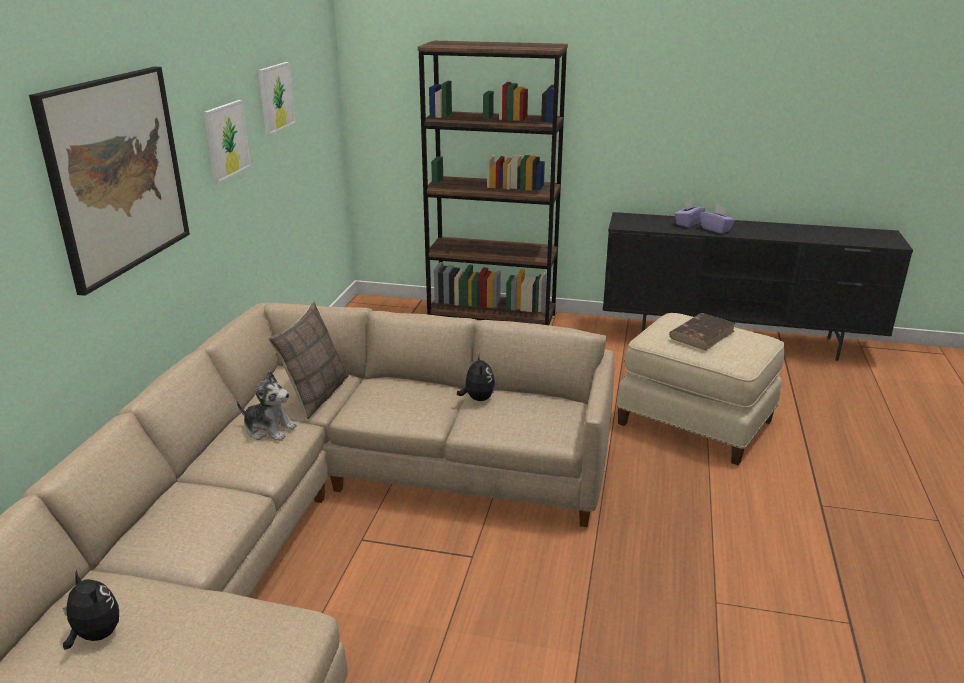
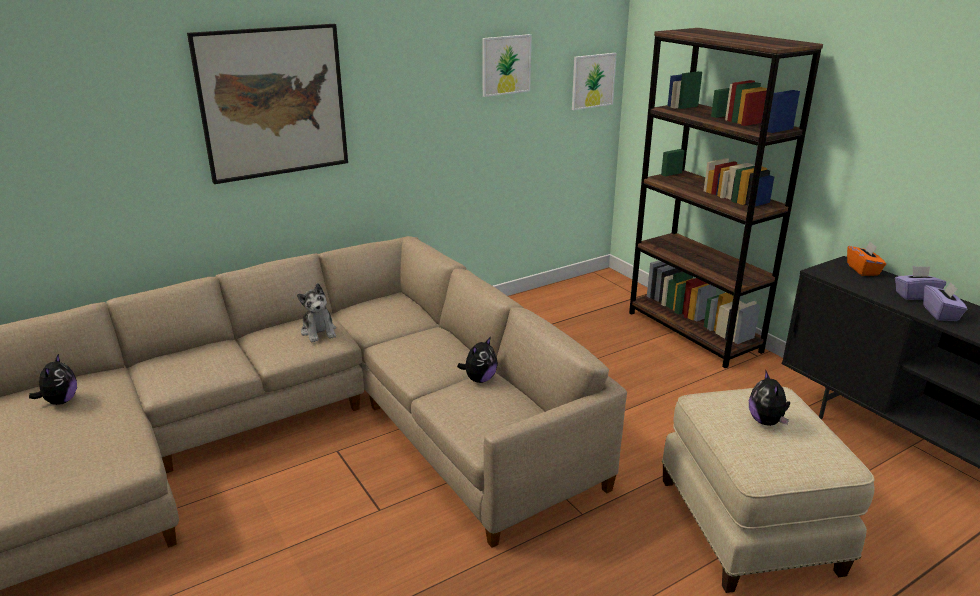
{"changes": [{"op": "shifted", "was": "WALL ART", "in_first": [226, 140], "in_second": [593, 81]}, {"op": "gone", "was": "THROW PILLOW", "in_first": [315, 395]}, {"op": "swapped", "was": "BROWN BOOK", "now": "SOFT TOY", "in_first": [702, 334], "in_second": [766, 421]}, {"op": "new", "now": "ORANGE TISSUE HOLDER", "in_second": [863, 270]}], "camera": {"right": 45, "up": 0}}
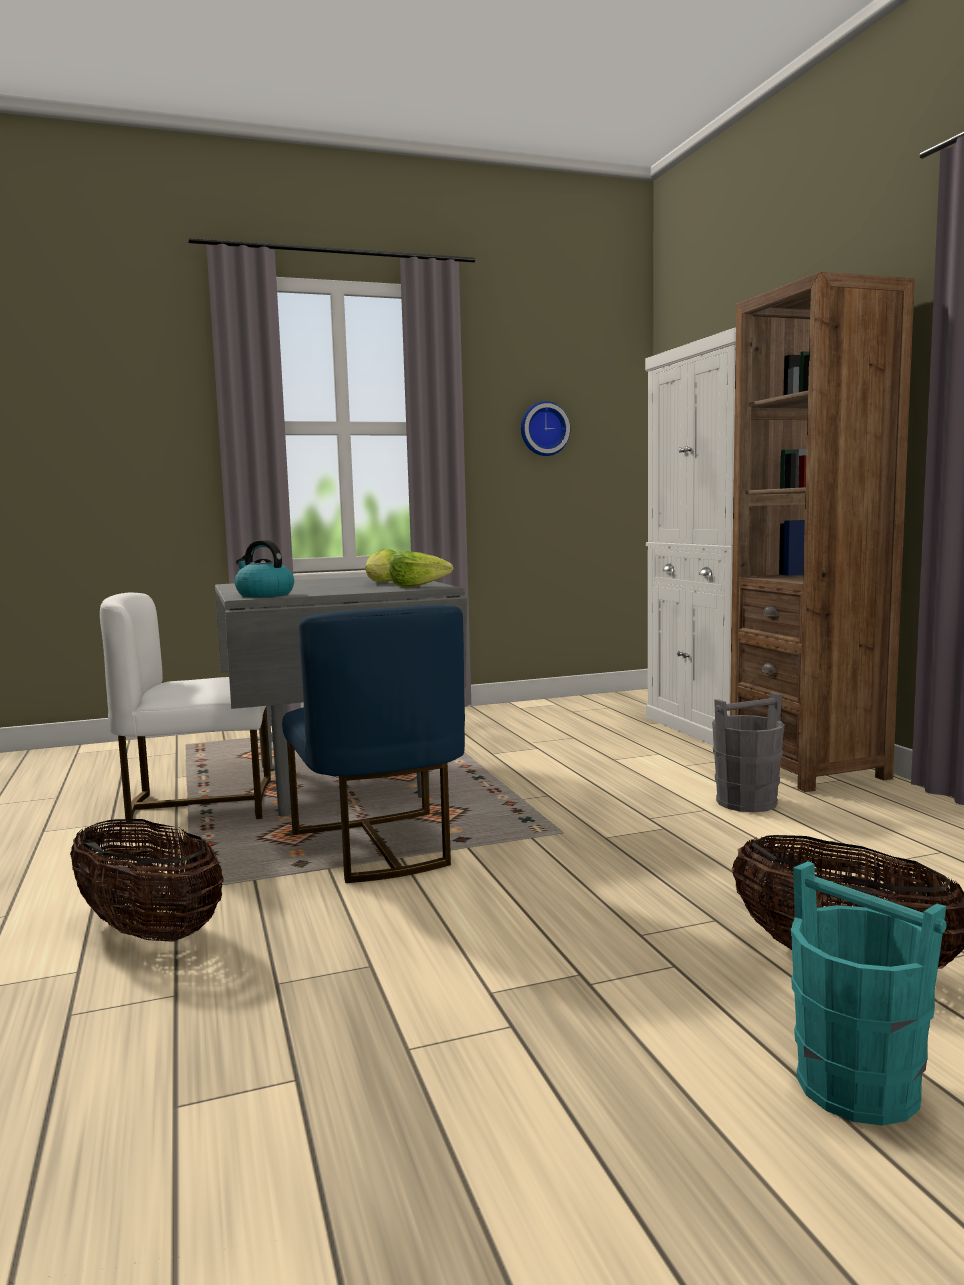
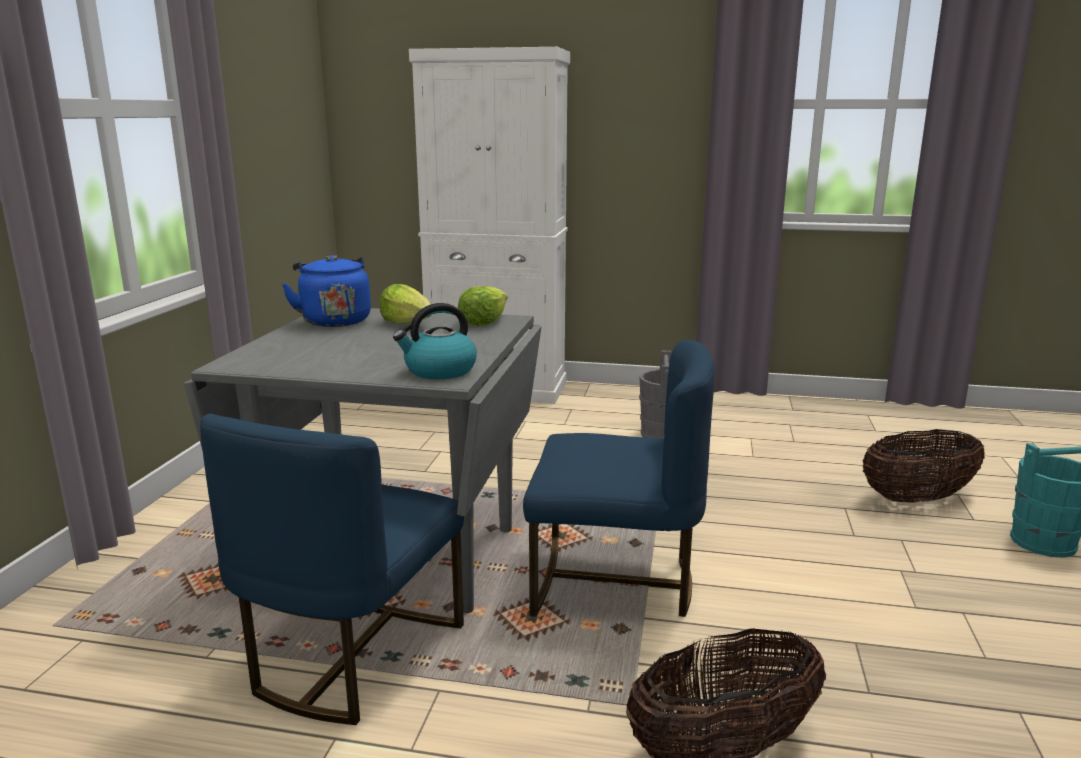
{"changes": [{"op": "gone", "was": "BROWN SHELVING UNIT", "in_first": [808, 768]}, {"op": "gone", "was": "HANGING CLOCK", "in_first": [543, 429]}, {"op": "repainted", "was": "WHITE-COLOURED CHAIR", "now": "BLUISH CHAIR", "in_first": [201, 803], "in_second": [351, 656]}, {"op": "new", "now": "BLUISH TEA KETTLE", "in_second": [334, 320]}], "camera": {"right": -60, "up": 10}}
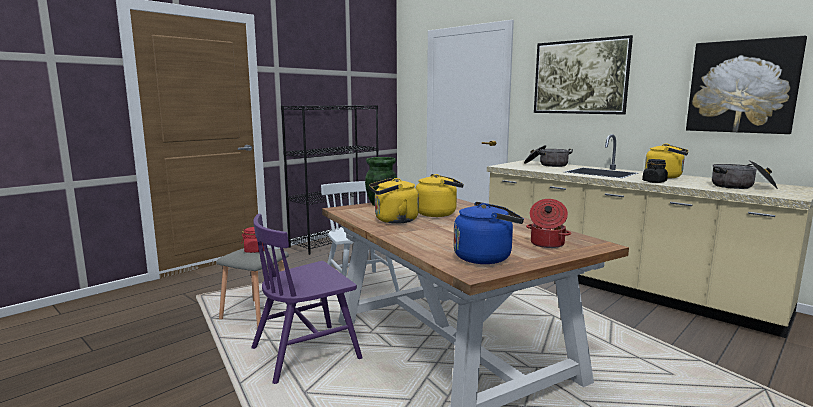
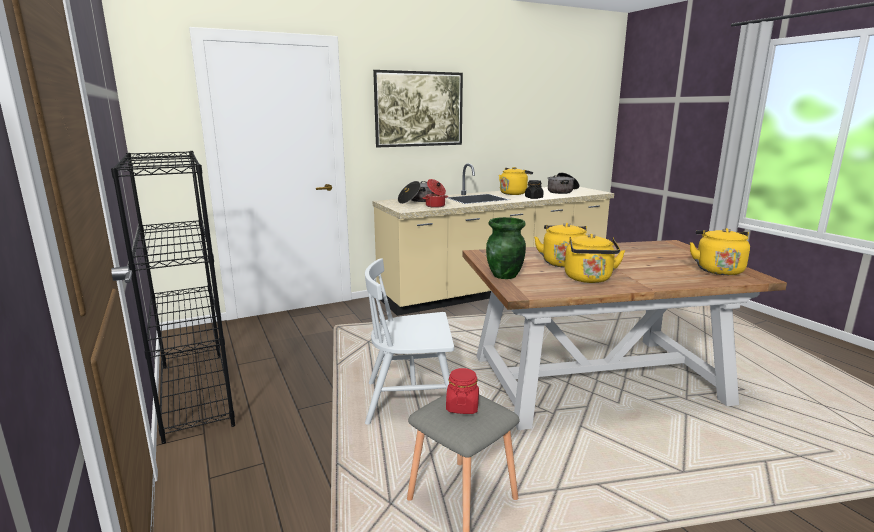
{"changes": [{"op": "gone", "was": "WALL ART", "in_first": [742, 87]}, {"op": "shifted", "was": "STOCKPOT", "in_first": [546, 244], "in_second": [435, 206]}, {"op": "repainted", "was": "BLUISH TEA KETTLE", "now": "YELLOW TEA KETTLE", "in_first": [486, 257], "in_second": [717, 270]}, {"op": "gone", "was": "PURPLE-COLOURED CHAIR", "in_first": [306, 352]}], "camera": {"right": -70, "up": 5}}
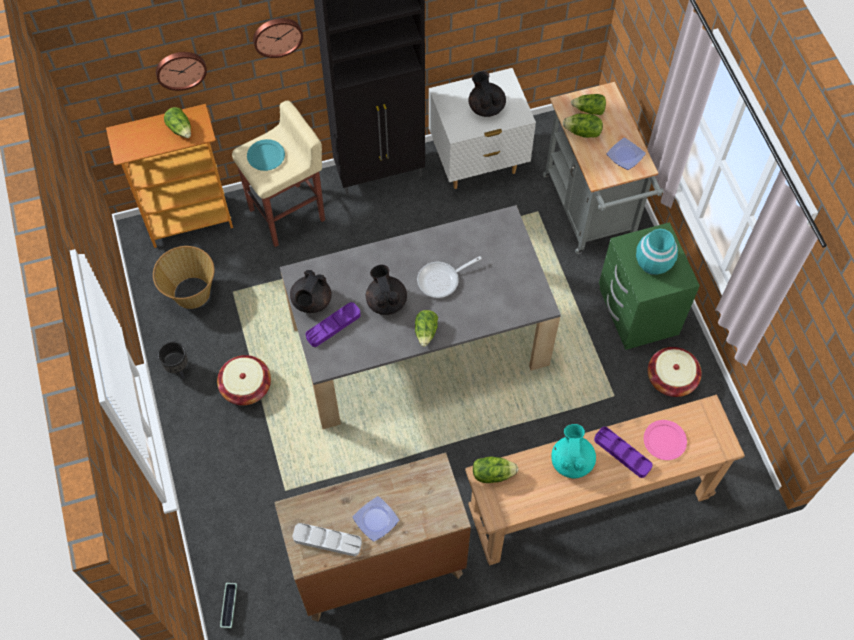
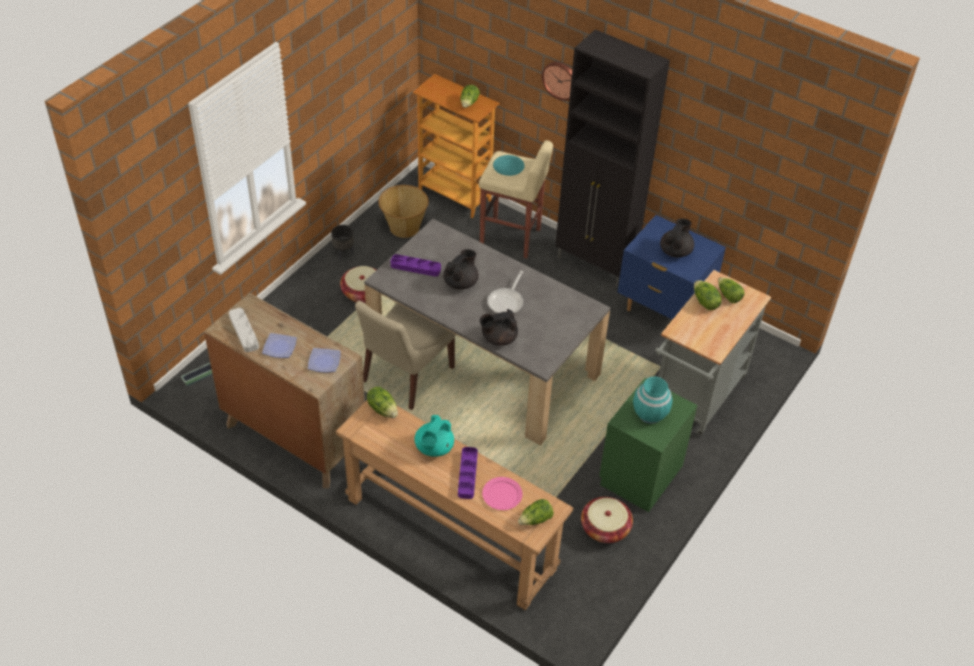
{"changes": [{"op": "gone", "was": "HANGING CLOCK", "in_first": [180, 69]}, {"op": "repainted", "was": "WHITE-COLOURED NIGHT TABLE", "now": "BLUISH NIGHT TABLE", "in_first": [478, 163], "in_second": [662, 311]}, {"op": "shifted", "was": "DINNER PLATE", "in_first": [625, 155], "in_second": [325, 361]}, {"op": "rotated", "was": "FRYING PAN", "in_first": [442, 280], "in_second": [507, 301], "clockwise": -90}, {"op": "shifted", "was": "BLACK TEA POT", "in_first": [311, 301], "in_second": [498, 338]}, {"op": "shifted", "was": "LETTUCE", "in_first": [426, 332], "in_second": [536, 519]}, {"op": "rotated", "was": "BLUE-GREEN TEA POT", "in_first": [571, 461], "in_second": [434, 448], "clockwise": 150}, {"op": "new", "now": "BEIGE-COLOURED CHAIR", "in_second": [406, 376]}], "camera": {"right": 50, "up": -15}}
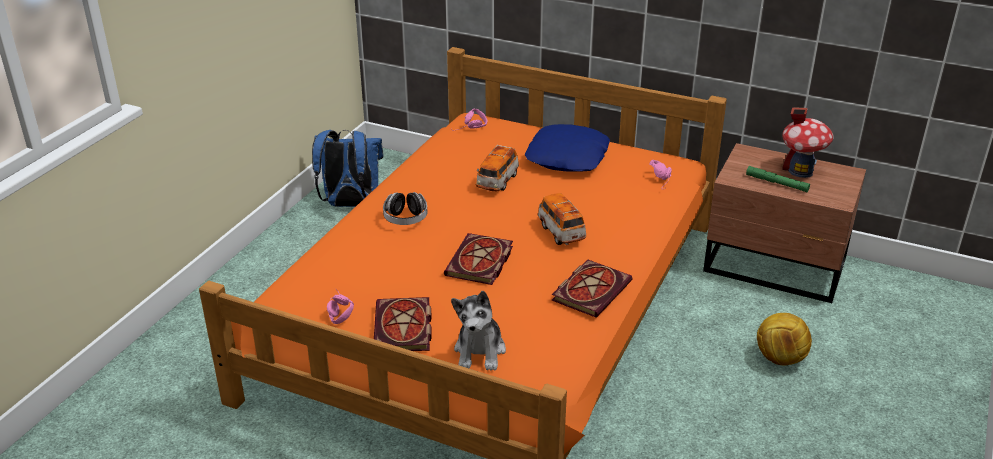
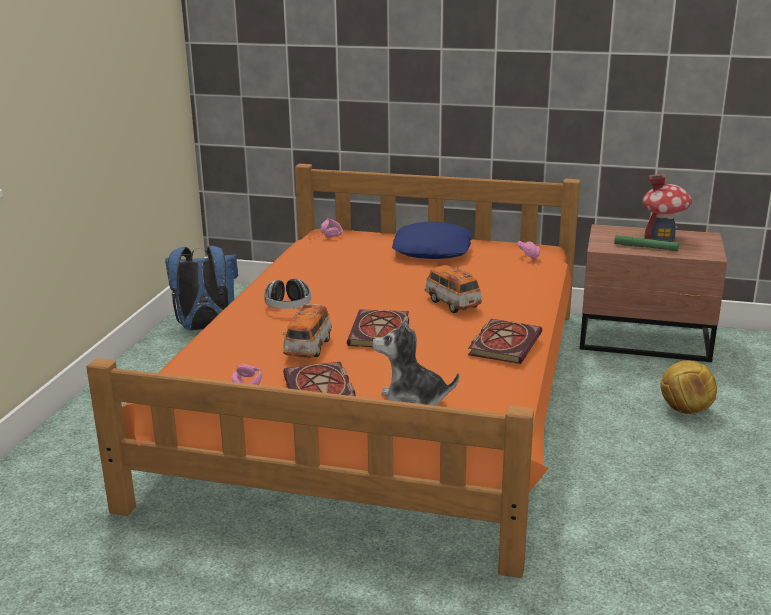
{"changes": [{"op": "shifted", "was": "MINIATURE CAR", "in_first": [497, 181], "in_second": [308, 348]}, {"op": "rotated", "was": "SOFT TOY", "in_first": [480, 351], "in_second": [411, 402], "clockwise": 105}], "camera": {"right": -10, "up": -10}}
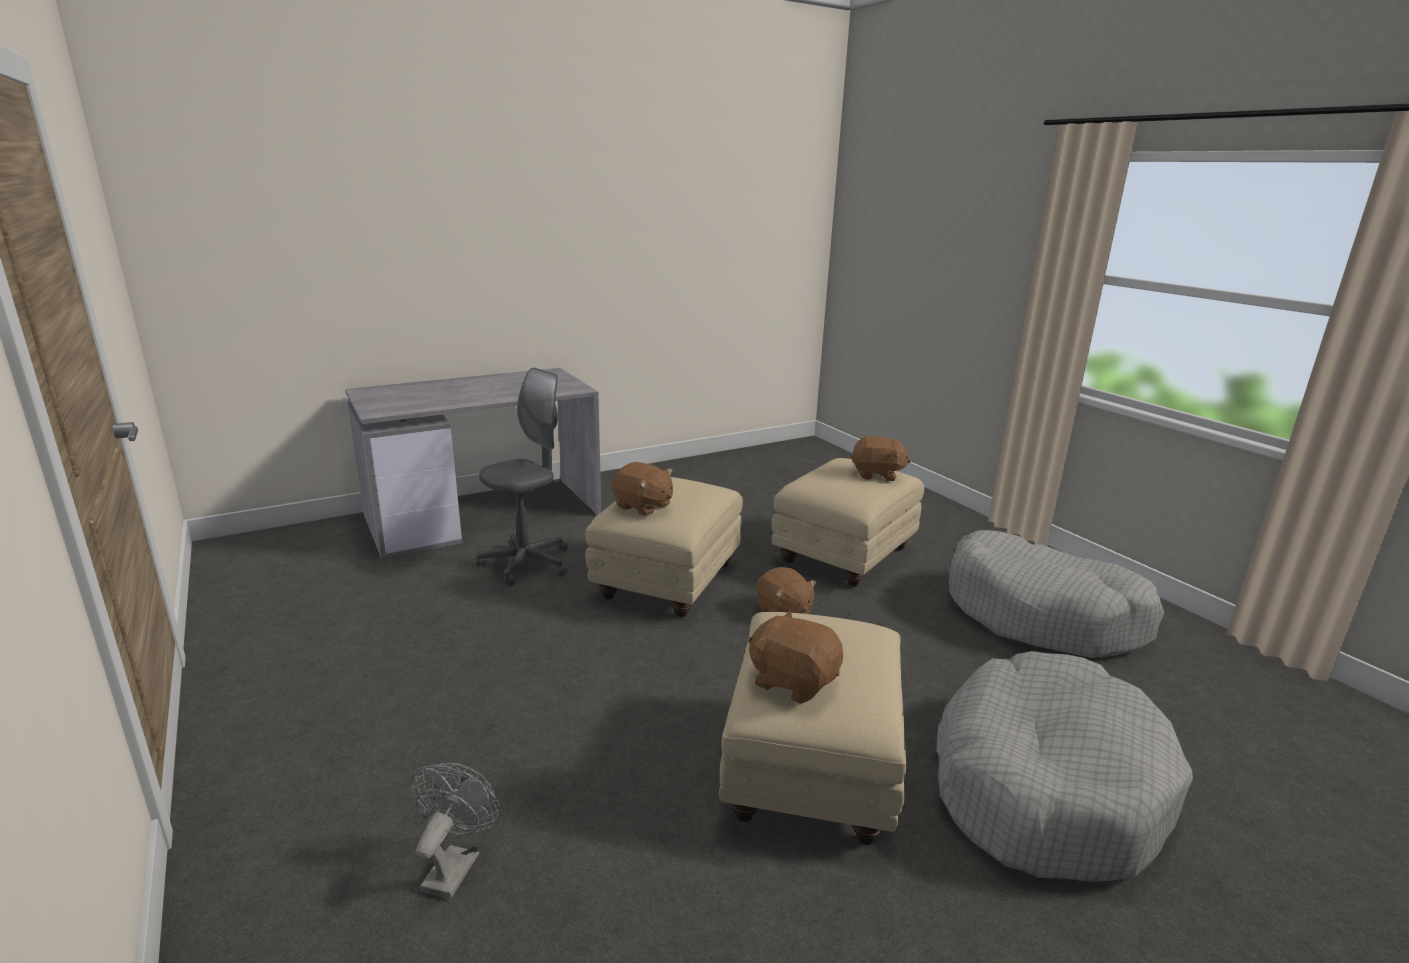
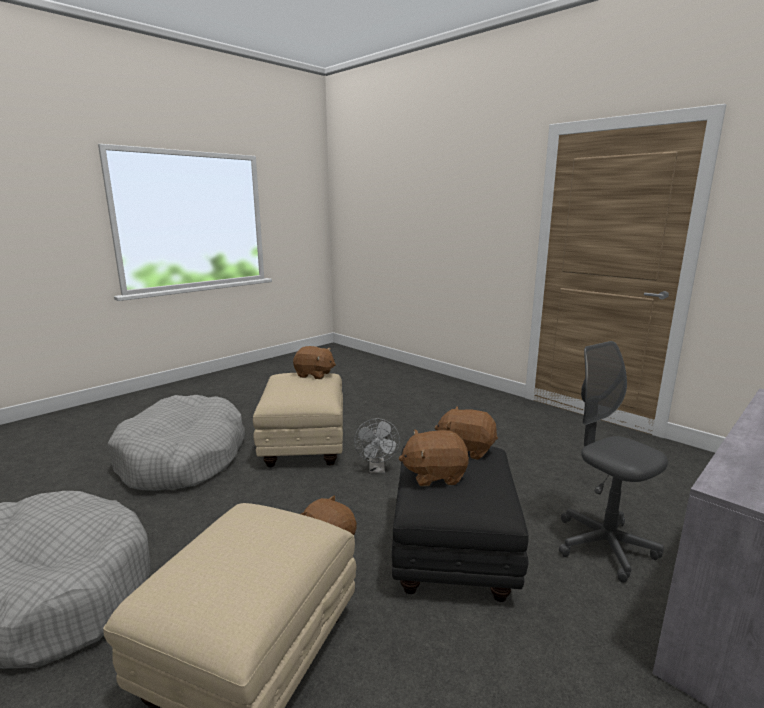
{"changes": [{"op": "rotated", "was": "GREY DESK CHAIR", "in_first": [526, 564], "in_second": [604, 546], "clockwise": 120}, {"op": "shifted", "was": "BROWN SOFT TOY", "in_first": [877, 475], "in_second": [434, 475]}, {"op": "repainted", "was": "BEIGE-COLOURED POUFFE", "now": "BLACK POUFFE", "in_first": [668, 581], "in_second": [453, 555]}, {"op": "shifted", "was": "GREY COOLING FAN", "in_first": [455, 865], "in_second": [377, 469]}], "camera": {"right": 165, "up": -5}}
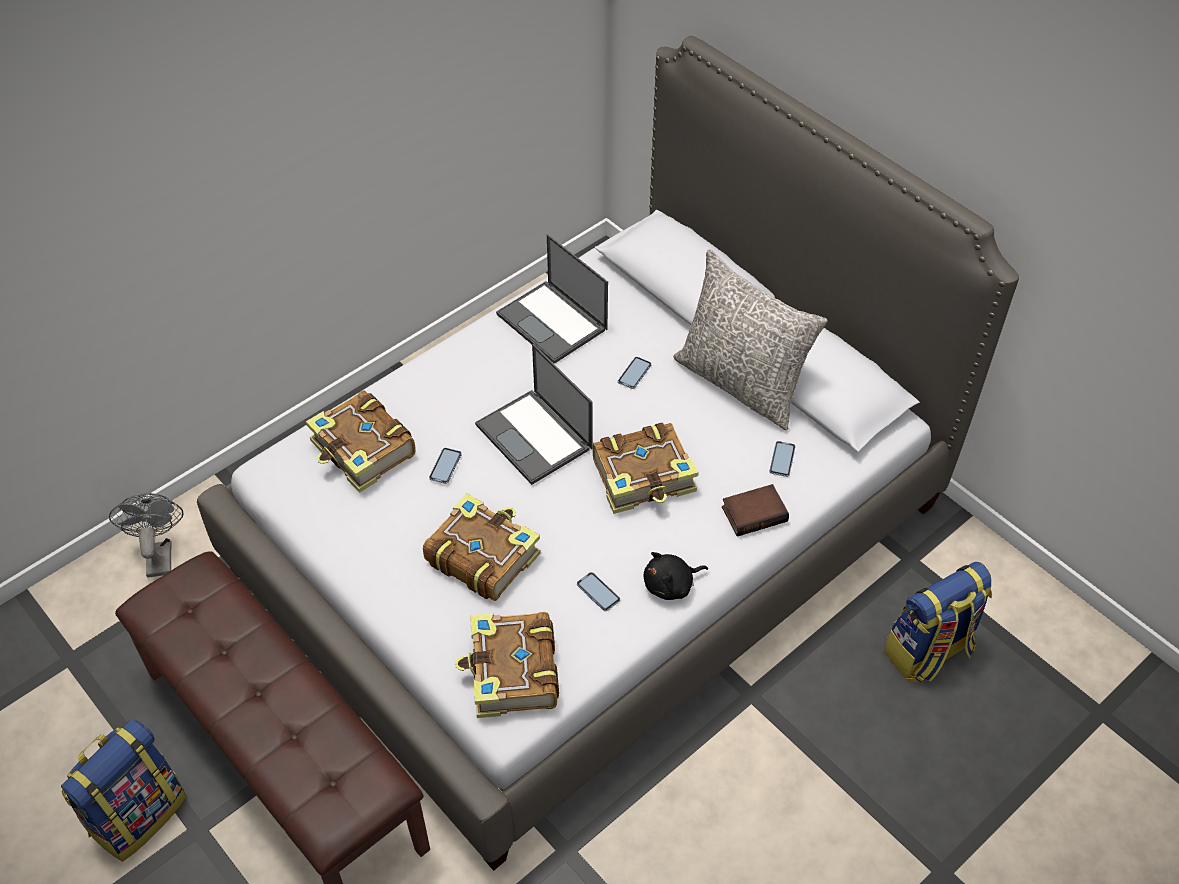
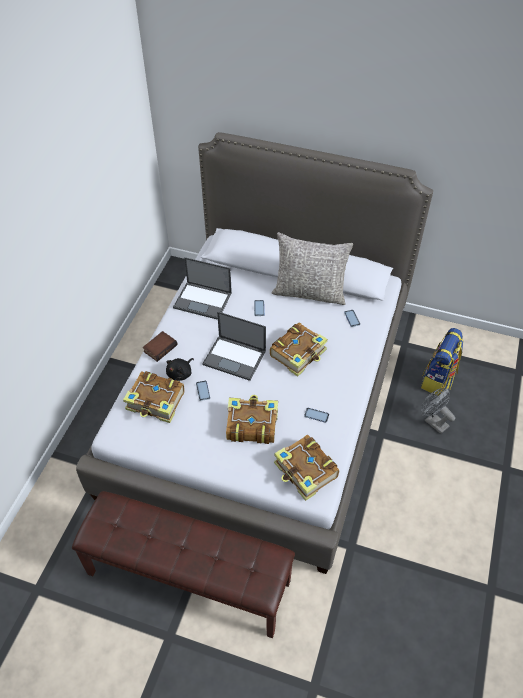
{"changes": [{"op": "shifted", "was": "BOOK", "in_first": [754, 512], "in_second": [160, 347]}, {"op": "shifted", "was": "GREY COOLING FAN", "in_first": [159, 554], "in_second": [433, 421]}, {"op": "shifted", "was": "BLACK SOFT TOY", "in_first": [671, 585], "in_second": [180, 373]}, {"op": "gone", "was": "RUCKSACK", "in_first": [138, 813]}], "camera": {"right": -30, "up": 0}}
